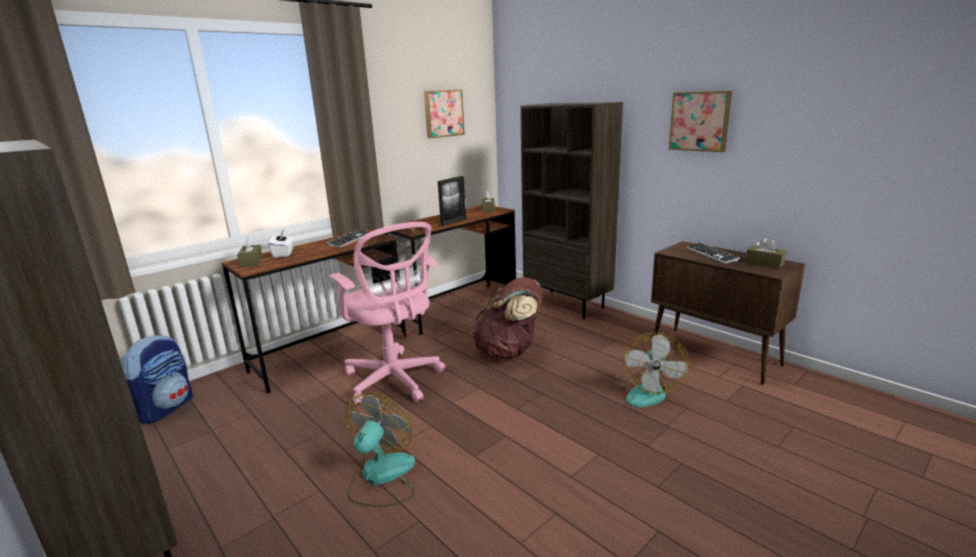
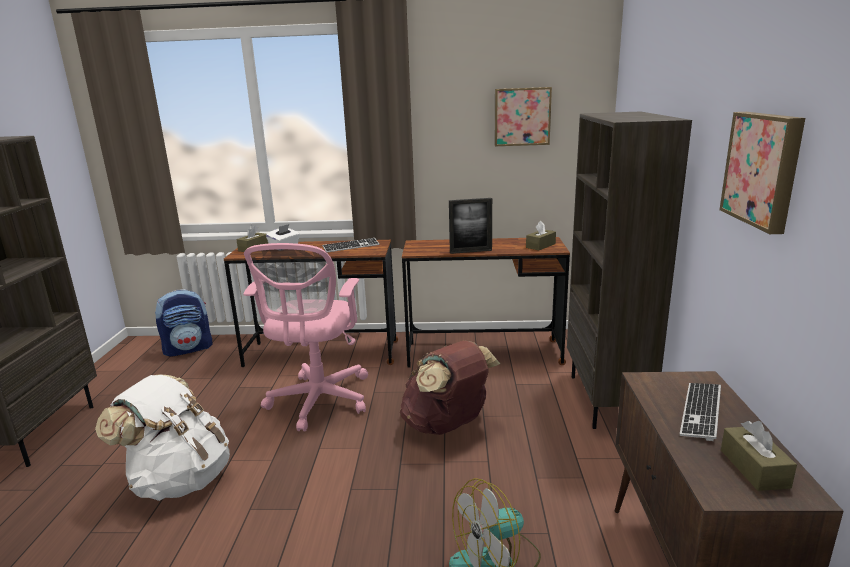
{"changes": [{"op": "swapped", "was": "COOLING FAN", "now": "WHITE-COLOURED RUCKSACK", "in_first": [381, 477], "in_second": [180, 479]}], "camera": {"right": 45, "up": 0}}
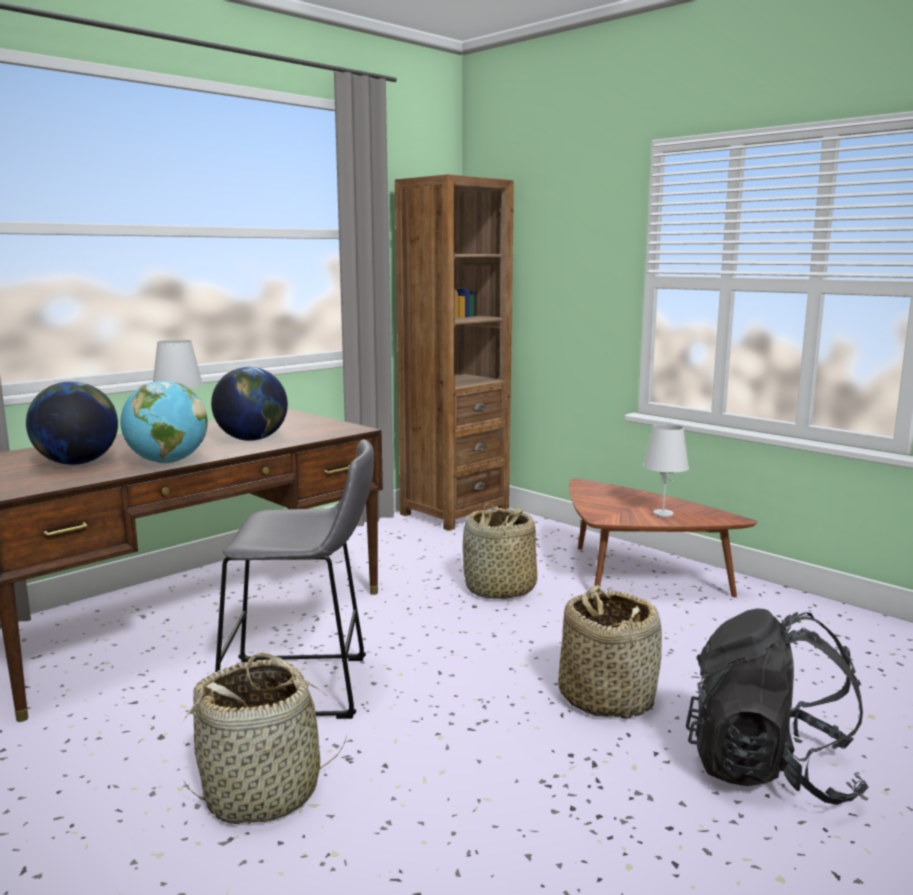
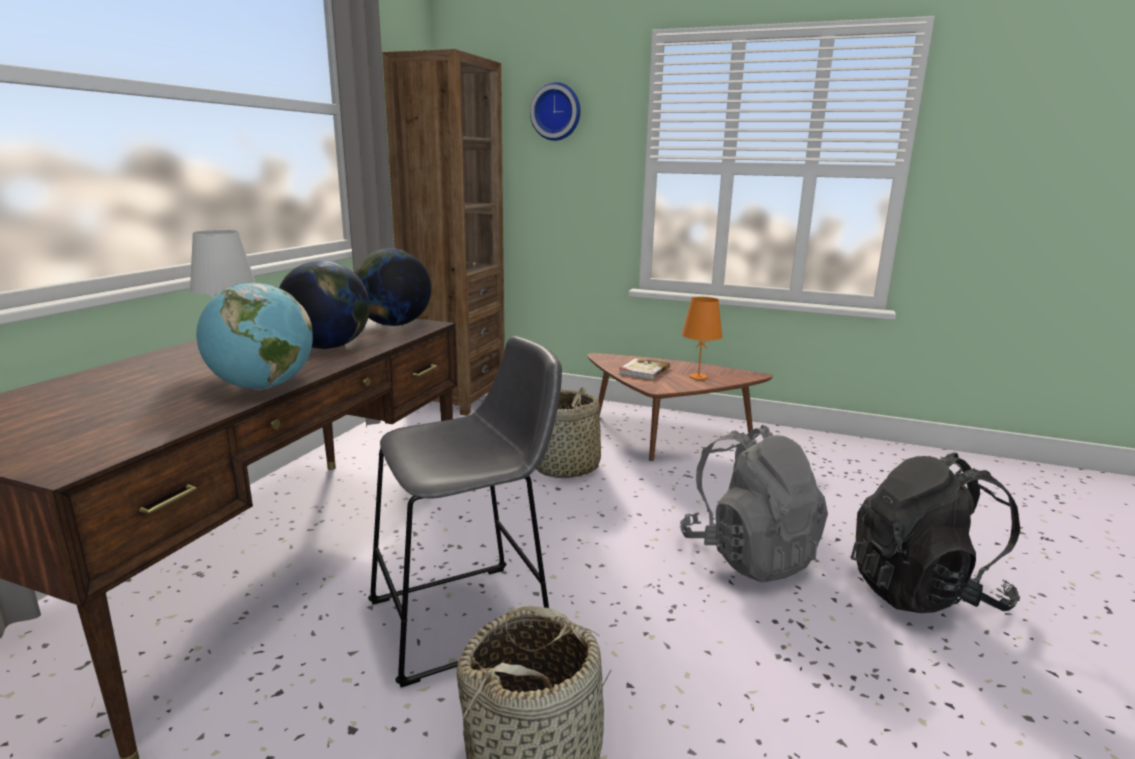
{"changes": [{"op": "shifted", "was": "WORLD GLOBE", "in_first": [76, 463], "in_second": [393, 324]}, {"op": "repainted", "was": "WHITE-COLOURED TABLE LAMP", "now": "ORANGE TABLE LAMP", "in_first": [663, 513], "in_second": [698, 377]}, {"op": "swapped", "was": "BASKET", "now": "GREY RUCKSACK", "in_first": [606, 697], "in_second": [748, 555]}, {"op": "new", "now": "HANGING CLOCK", "in_second": [556, 112]}, {"op": "new", "now": "BOOK", "in_second": [643, 370]}], "camera": {"right": -25, "up": 5}}
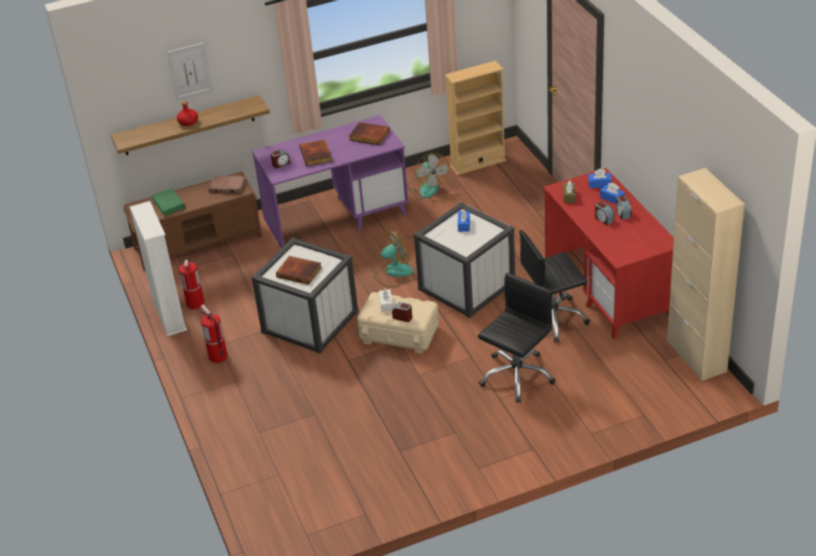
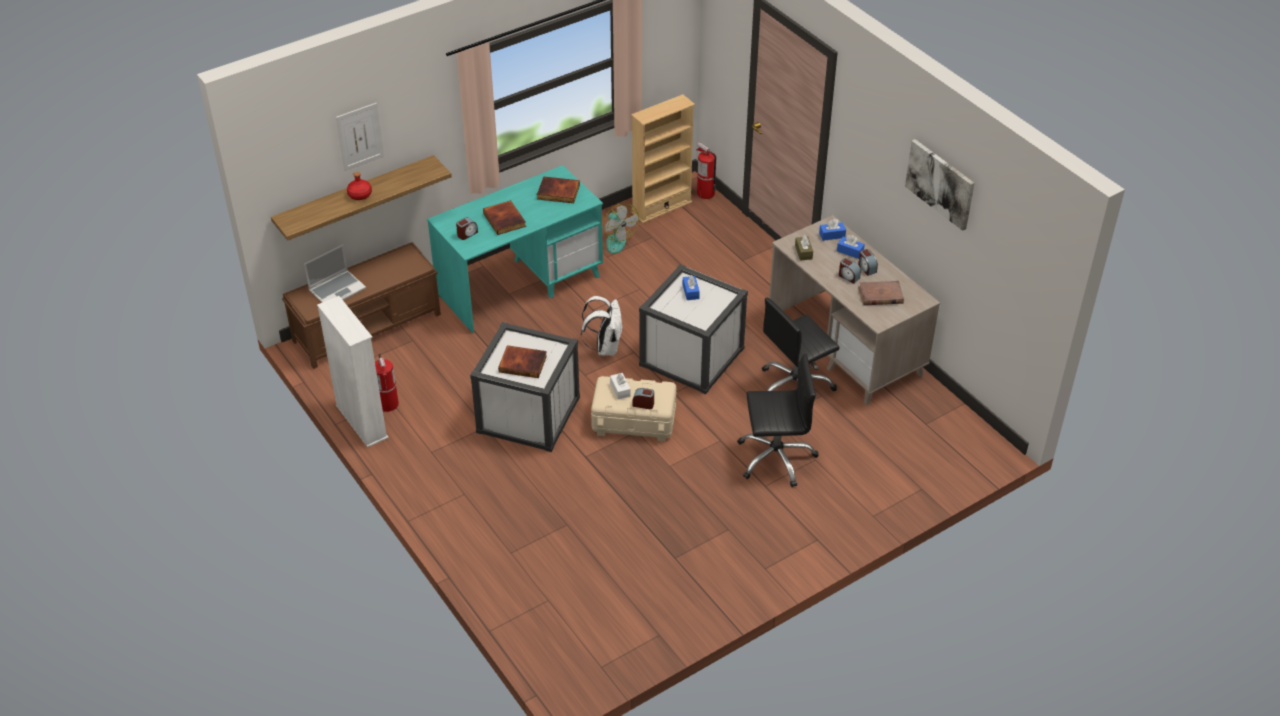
{"changes": [{"op": "repainted", "was": "PURPLE-COLOURED DESK UNIT", "now": "BLUE-GREEN DESK UNIT", "in_first": [336, 216], "in_second": [520, 284]}, {"op": "repainted", "was": "RED DESK UNIT", "now": "BEIGE-COLOURED DESK UNIT", "in_first": [609, 288], "in_second": [846, 346]}, {"op": "gone", "was": "BEIGE-COLOURED STORAGE CABINET", "in_first": [696, 356]}, {"op": "shifted", "was": "BROWN BOOK", "in_first": [227, 186], "in_second": [880, 295]}, {"op": "swapped", "was": "GREEN BOOK", "now": "LAPTOP", "in_first": [168, 204], "in_second": [337, 289]}, {"op": "swapped", "was": "COOLING FAN", "now": "WHITE-COLOURED RUCKSACK", "in_first": [393, 273], "in_second": [605, 347]}, {"op": "rotated", "was": "BLACK DESK CHAIR", "in_first": [516, 376], "in_second": [776, 457], "clockwise": 60}, {"op": "shifted", "was": "FIRE EXTINGUISHER", "in_first": [218, 356], "in_second": [705, 193]}, {"op": "new", "now": "WALL ART", "in_second": [940, 183]}], "camera": {"right": -15, "up": 5}}
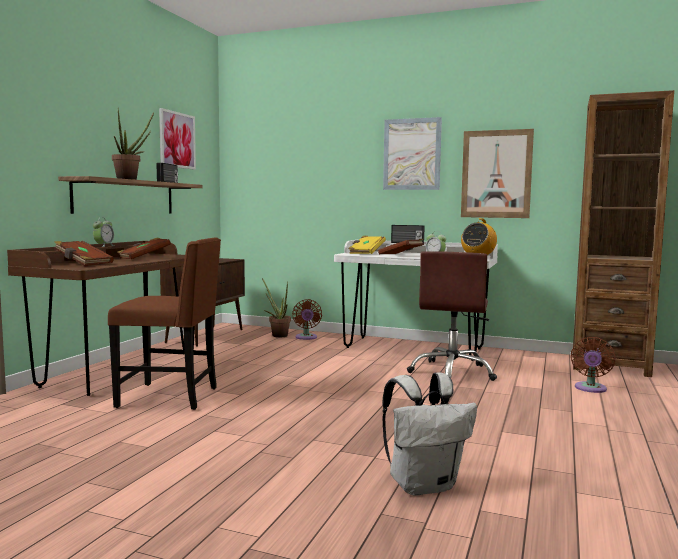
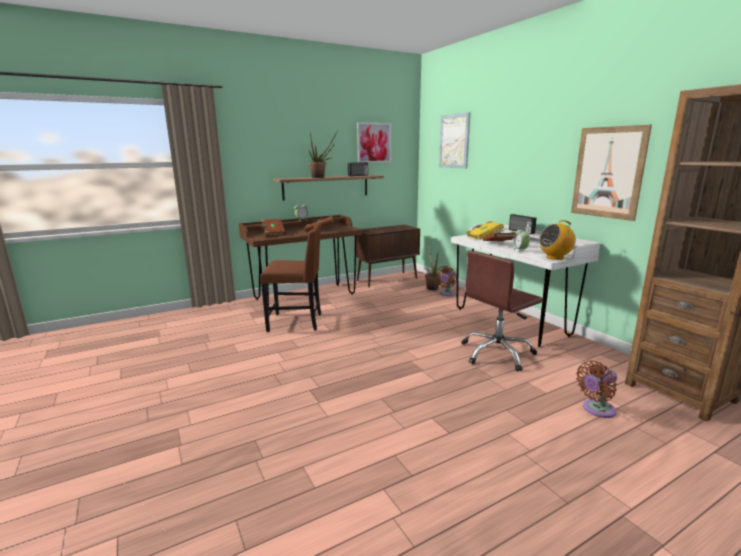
{"changes": [{"op": "shifted", "was": "WALL ART", "in_first": [412, 154], "in_second": [454, 141]}, {"op": "rotated", "was": "BROWN CHAIR", "in_first": [171, 397], "in_second": [296, 322], "clockwise": -45}, {"op": "gone", "was": "WHITE-COLOURED RUCKSACK", "in_first": [424, 485]}], "camera": {"right": 40, "up": 10}}
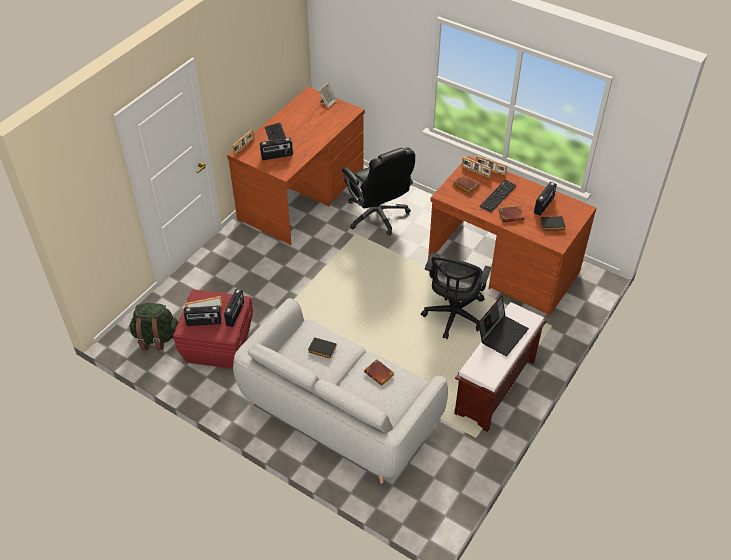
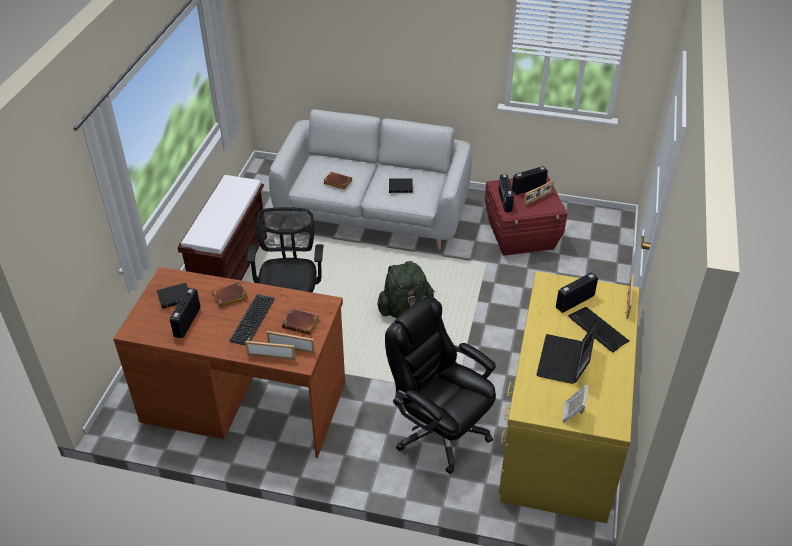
{"changes": [{"op": "repainted", "was": "BROWN DESK UNIT", "now": "YELLOW DESK UNIT", "in_first": [302, 195], "in_second": [561, 432]}, {"op": "shifted", "was": "LAPTOP", "in_first": [502, 334], "in_second": [565, 361]}, {"op": "shifted", "was": "GREEN RUCKSACK", "in_first": [157, 338], "in_second": [405, 309]}], "camera": {"right": 160, "up": -5}}
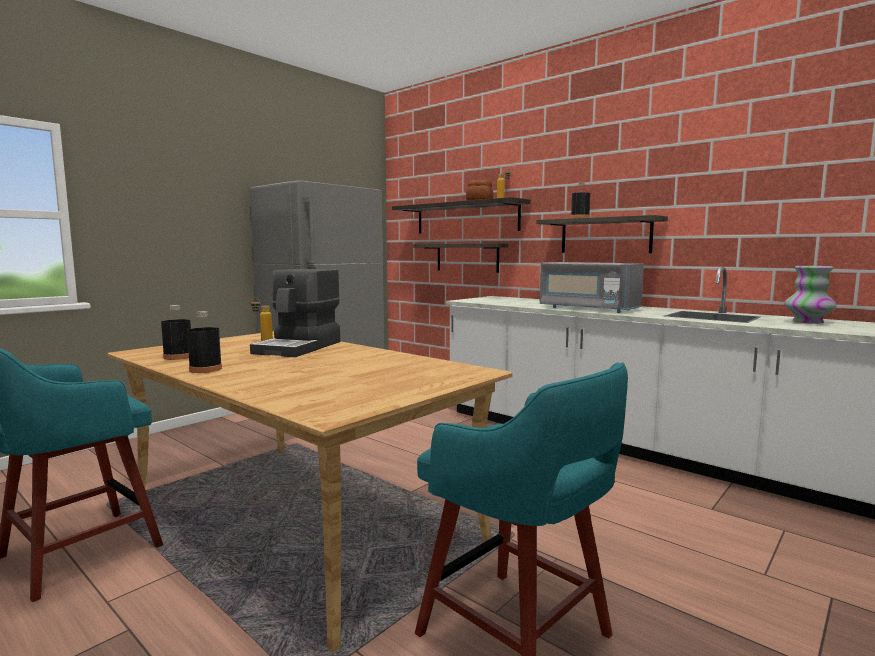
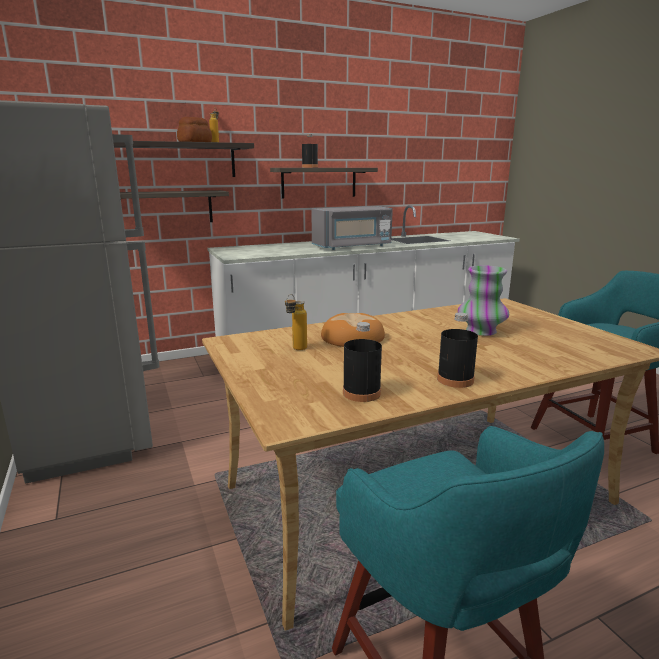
{"changes": [{"op": "shifted", "was": "VASE", "in_first": [807, 322], "in_second": [480, 331]}, {"op": "swapped", "was": "COFFEE MACHINE", "now": "BREAD", "in_first": [300, 347], "in_second": [352, 337]}], "camera": {"right": -65, "up": 10}}
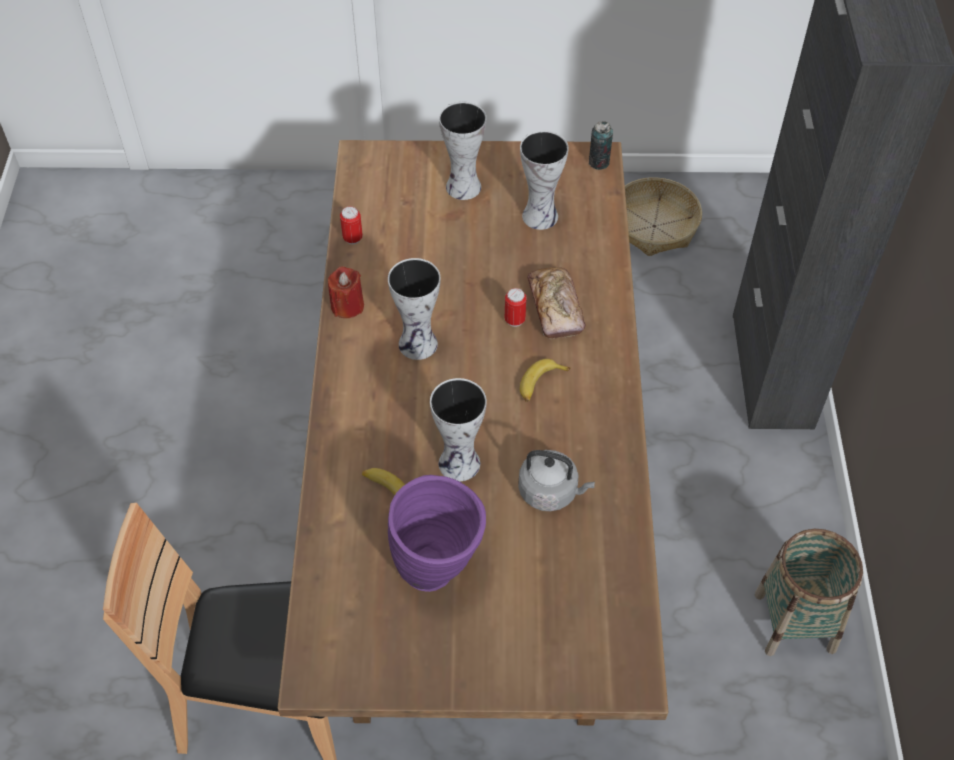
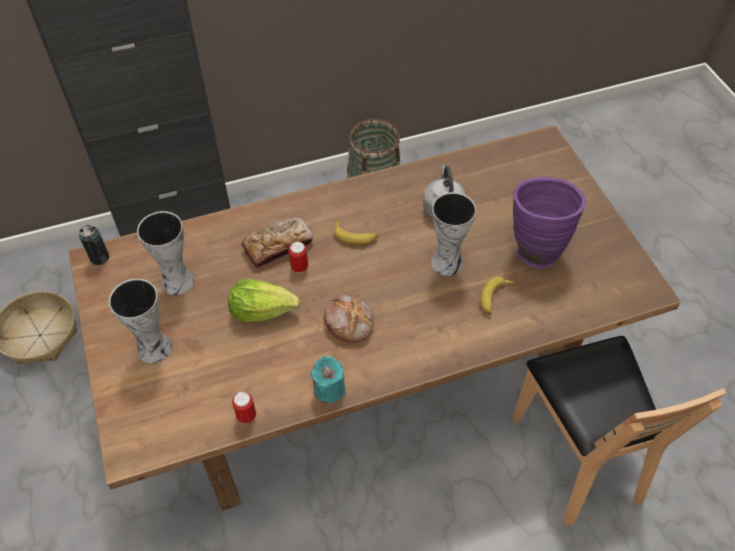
{"changes": [{"op": "swapped", "was": "VASE", "now": "BREAD", "in_first": [419, 344], "in_second": [349, 322]}, {"op": "repainted", "was": "RED WAX LIGHT", "now": "BLUE-GREEN WAX LIGHT", "in_first": [347, 306], "in_second": [329, 389]}, {"op": "new", "now": "LETTUCE", "in_second": [262, 310]}], "camera": {"right": -110, "up": 0}}
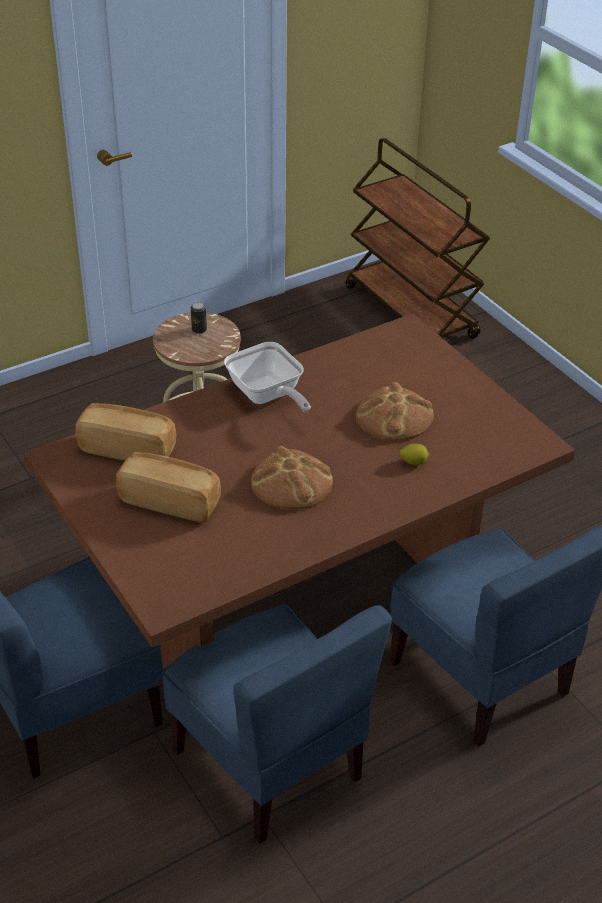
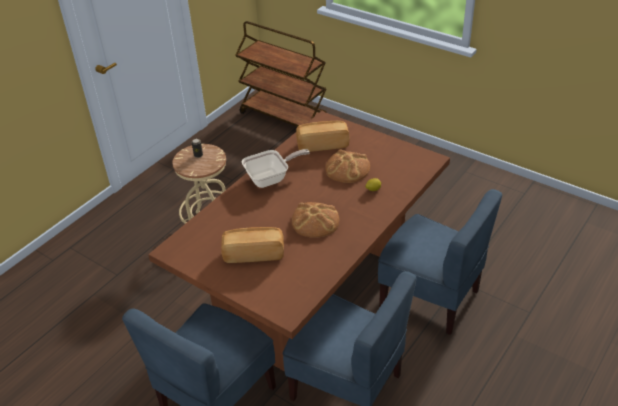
{"changes": [{"op": "rotated", "was": "FRYING PAN", "in_first": [267, 396], "in_second": [271, 178], "clockwise": -60}, {"op": "shifted", "was": "BREAD", "in_first": [128, 448], "in_second": [322, 144]}], "camera": {"right": -20, "up": 0}}
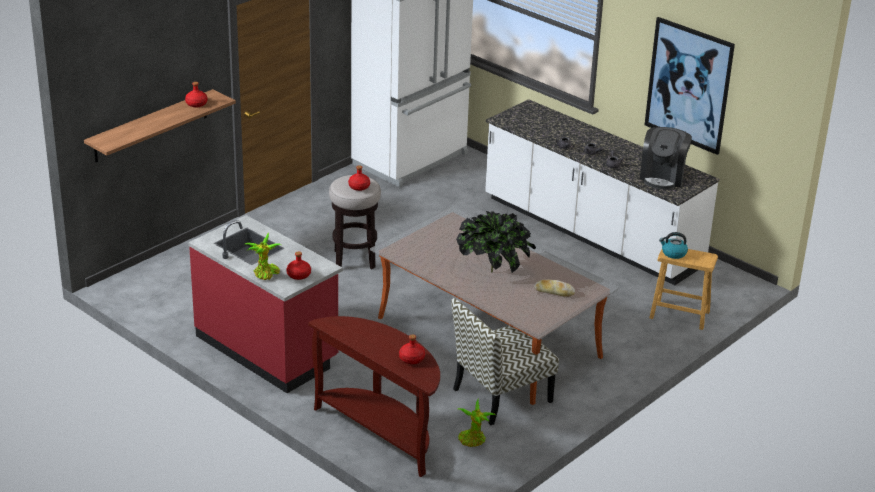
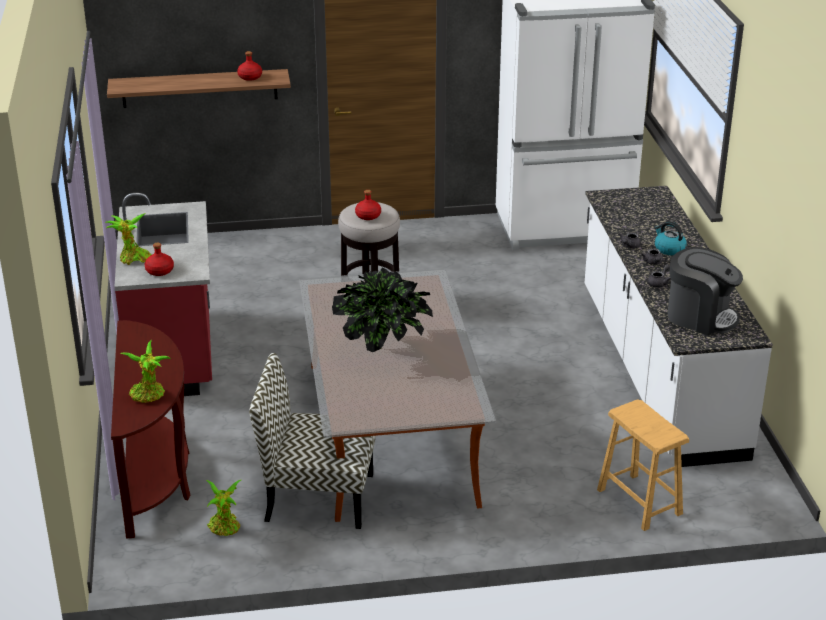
{"changes": [{"op": "gone", "was": "WALL ART", "in_first": [689, 85]}, {"op": "rotated", "was": "COFFEE MACHINE", "in_first": [663, 177], "in_second": [700, 317], "clockwise": -120}, {"op": "shifted", "was": "TEA KETTLE", "in_first": [673, 253], "in_second": [669, 249]}, {"op": "gone", "was": "BREAD", "in_first": [554, 291]}, {"op": "swapped", "was": "RED DRINK BOTTLE", "now": "POTTED PLANT", "in_first": [411, 359], "in_second": [149, 395]}], "camera": {"right": 40, "up": 0}}
